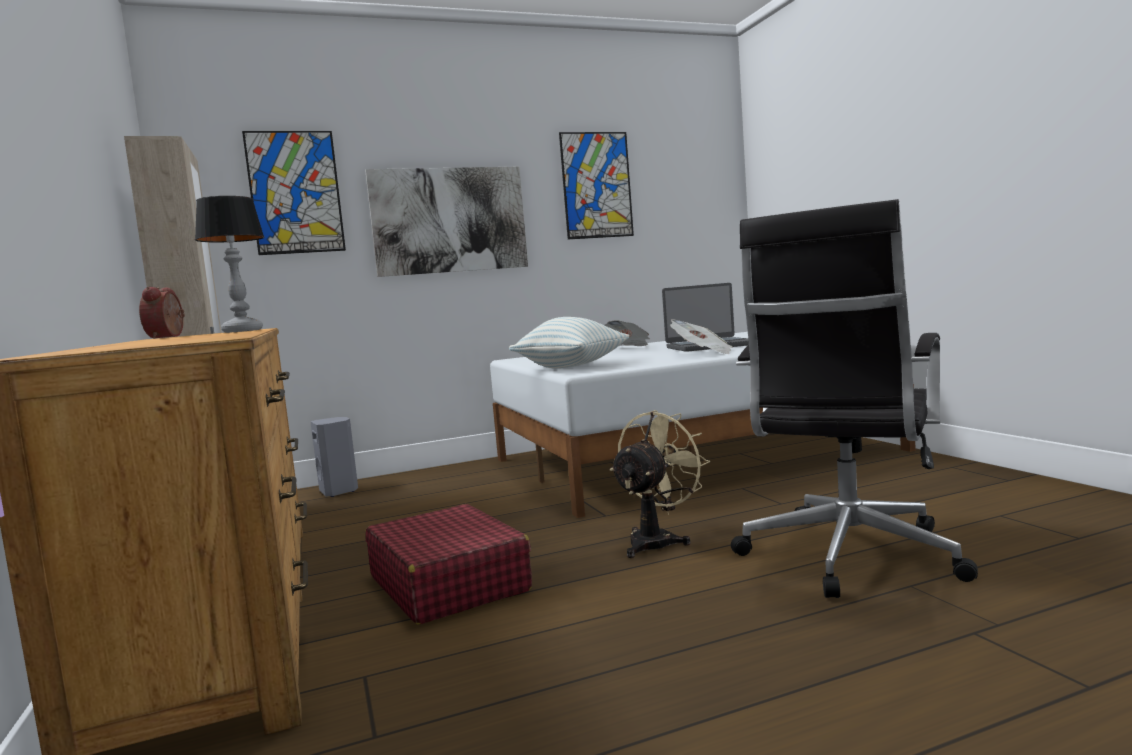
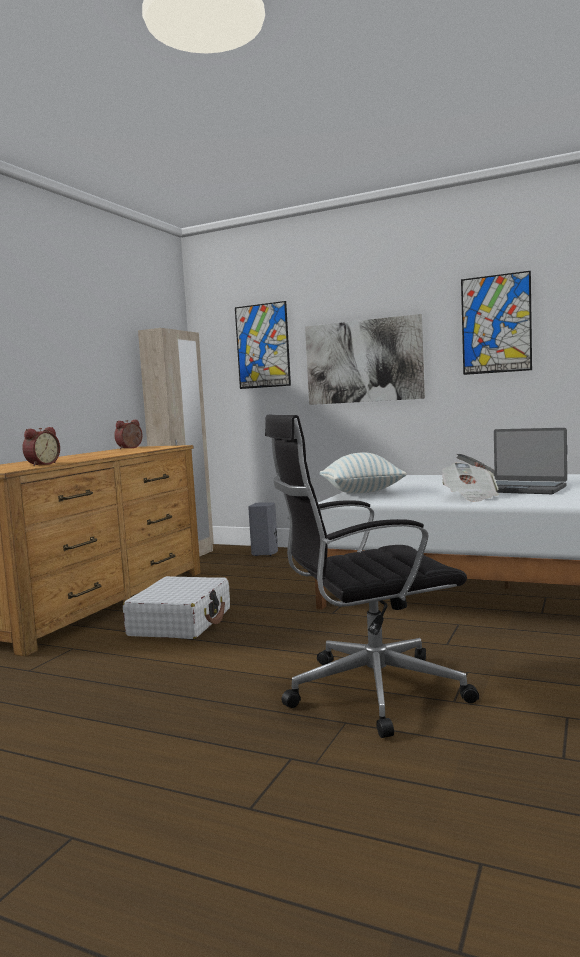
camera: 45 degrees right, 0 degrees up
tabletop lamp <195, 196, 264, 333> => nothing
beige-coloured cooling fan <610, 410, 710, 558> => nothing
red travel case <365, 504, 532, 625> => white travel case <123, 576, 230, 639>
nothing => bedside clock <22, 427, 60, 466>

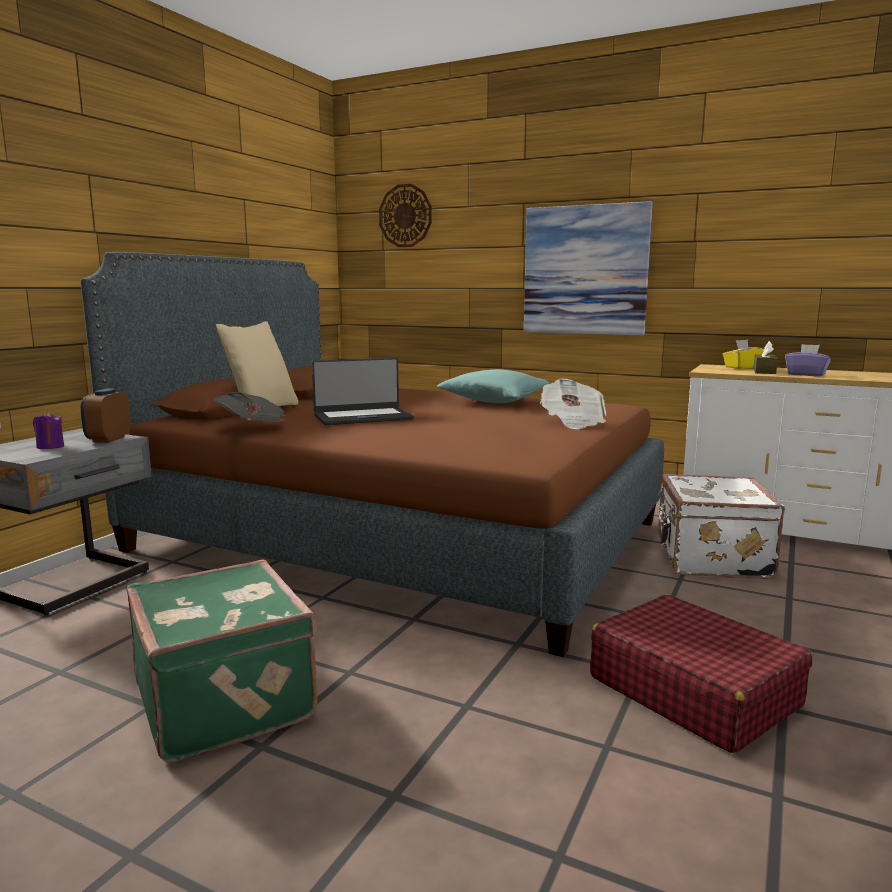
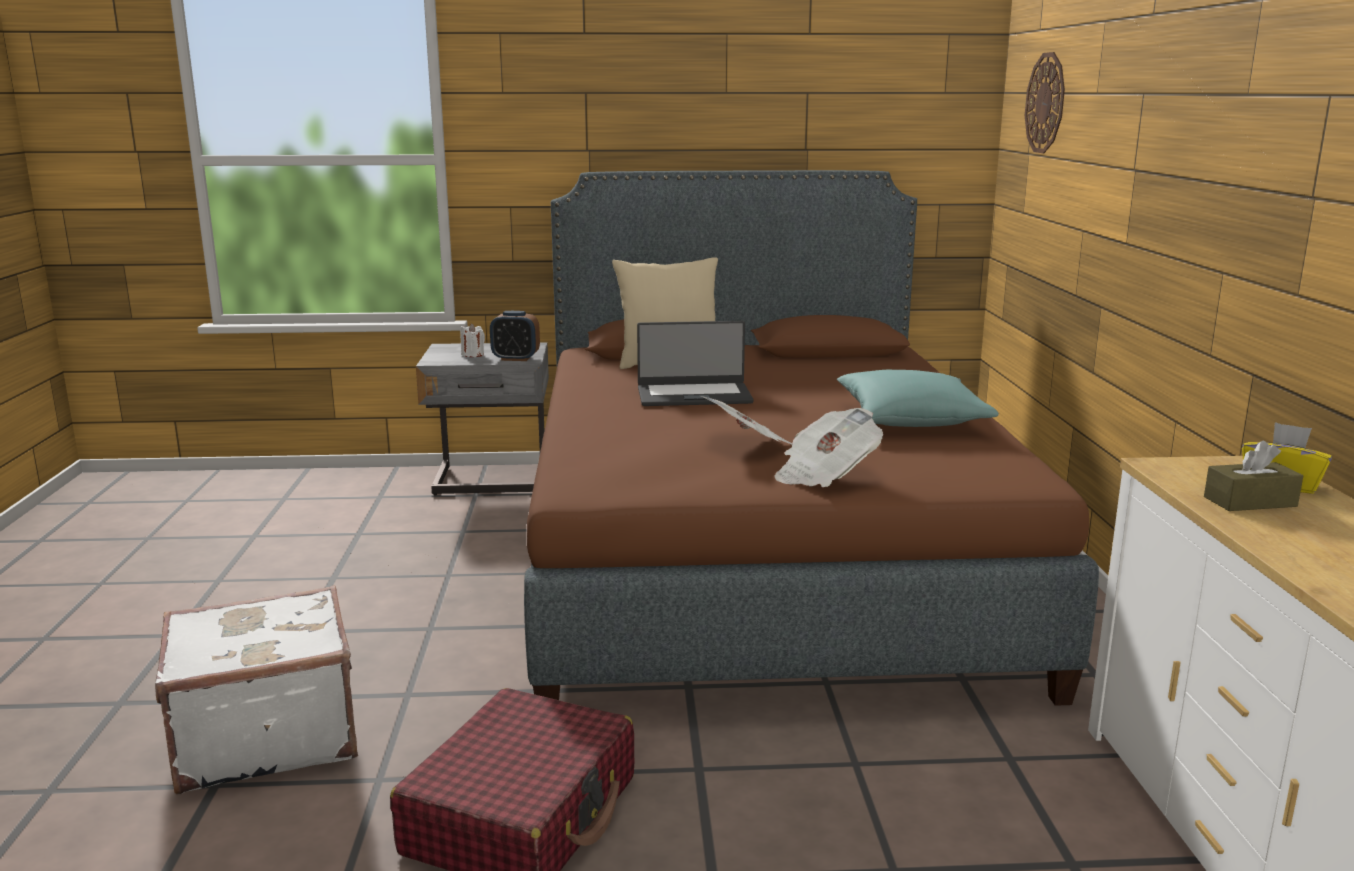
camera: 60 degrees right, 5 degrees up
wall picture <524, 201, 653, 335> => nothing
purple tissue box <785, 344, 831, 376> => nothing
laptop <312, 358, 414, 425> => laptop <637, 321, 754, 406>, 45 degrees counterclockwise
bedside clock <80, 388, 131, 443> => bedside clock <490, 311, 540, 361>, 150 degrees counterclockwise
daily paper <213, 392, 286, 422> => daily paper <701, 396, 793, 445>, move
purple wax light <33, 411, 64, 449> => white wax light <460, 323, 485, 357>
white travel case <658, 474, 785, 579> => white travel case <155, 585, 358, 795>, move
green-coloured travel case <127, 559, 318, 763> => nothing

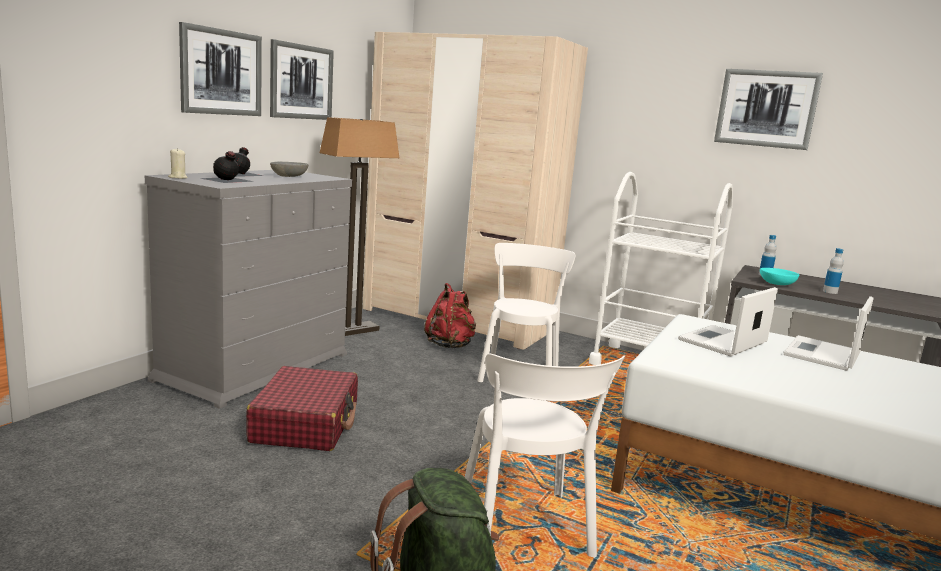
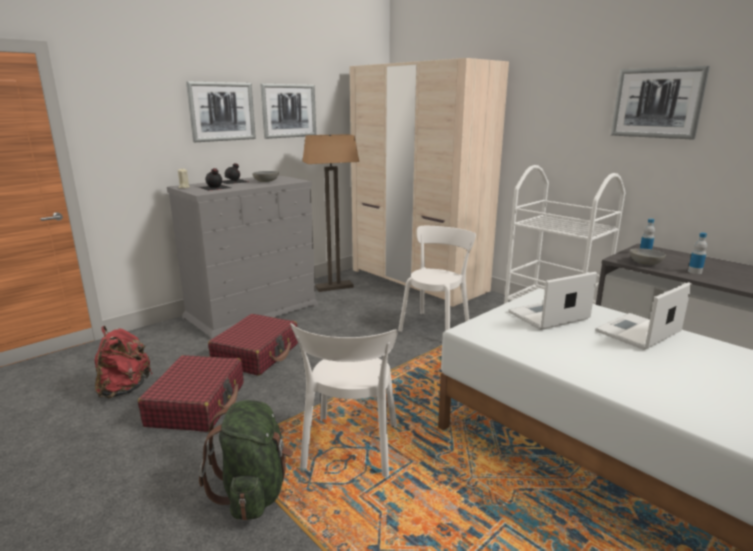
camera: 20 degrees right, 5 degrees up
turquoise-coloured bowl <760, 268, 799, 285> => greyish bowl <630, 248, 666, 265>
red rucksack <424, 283, 476, 348> => red rucksack <94, 326, 153, 398>, move
nothing => red travel case <138, 355, 243, 432>

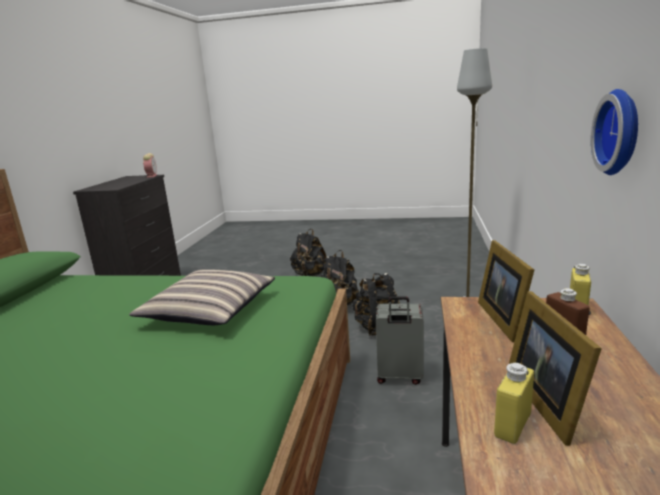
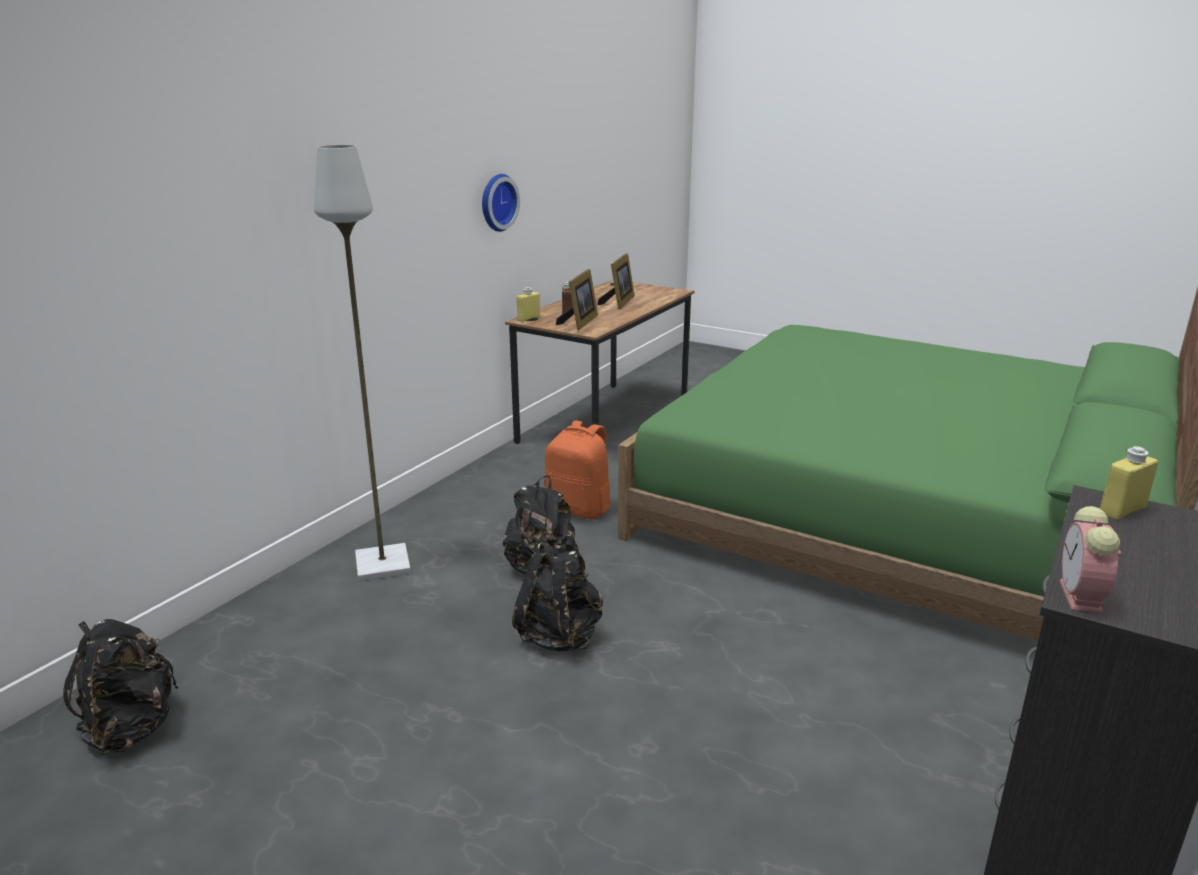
camera: 160 degrees left, 5 degrees up
blackish rucksack <290, 229, 327, 276> => blackish rucksack <63, 619, 178, 755>, move
pillow <129, 269, 275, 325> => nothing
greyish travel case <376, 296, 424, 385> => orangey rucksack <544, 420, 611, 519>
yellowish drink bottle <494, 363, 534, 444> => yellowish drink bottle <1100, 446, 1158, 520>, move

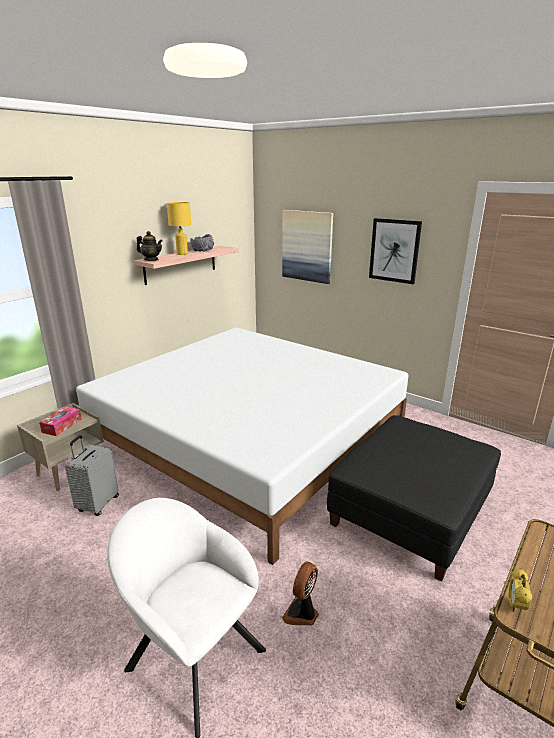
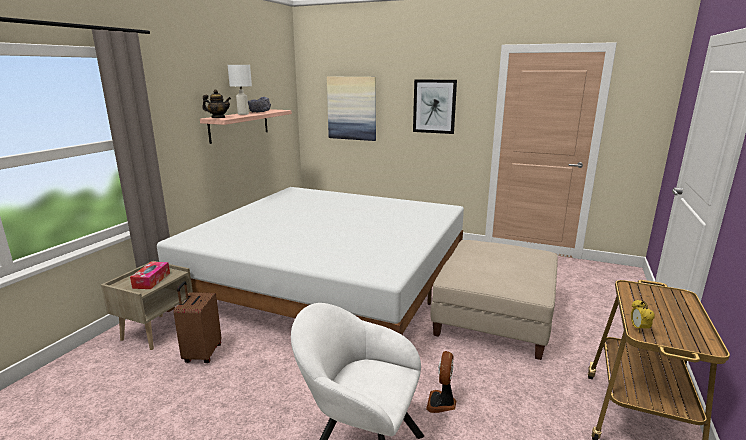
camera: 15 degrees left, 5 degrees down
yellowish tabletop lamp <167, 202, 191, 255> => white tabletop lamp <228, 65, 252, 115>
blackish pouffe <327, 415, 501, 582> => beige-coloured pouffe <430, 240, 558, 360>
greyish travel case <65, 435, 119, 516> => brown-coloured travel case <174, 281, 221, 363>

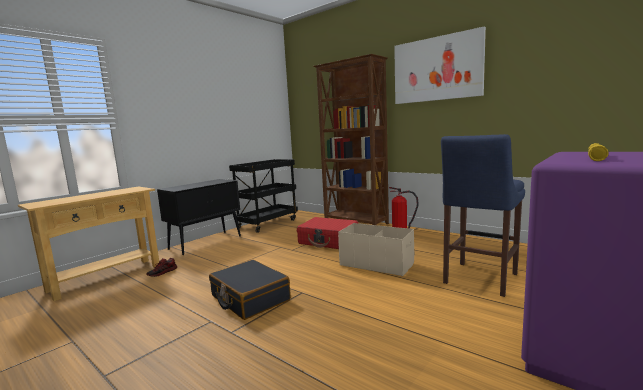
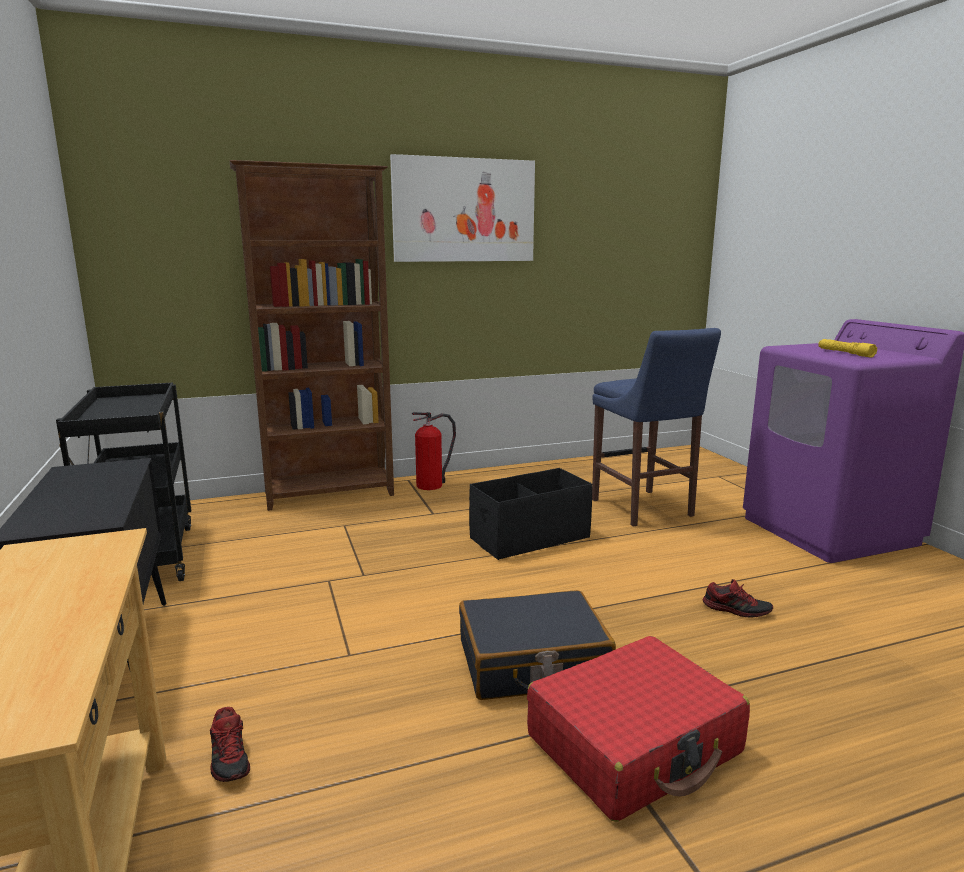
camera: 60 degrees left, 5 degrees up
red travel case <297, 217, 358, 249> => red travel case <527, 636, 750, 822>, move
beige-coloured storage box <338, 223, 414, 276> => blackish storage box <469, 468, 592, 560>
nothing => item of footwear <703, 579, 773, 618>

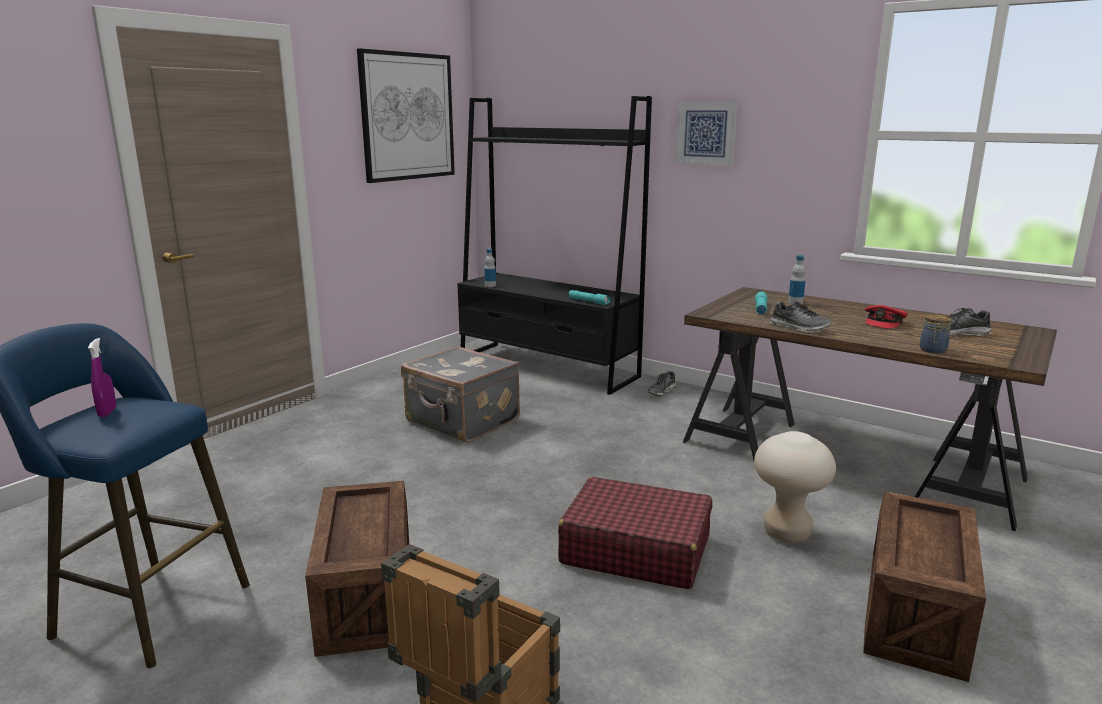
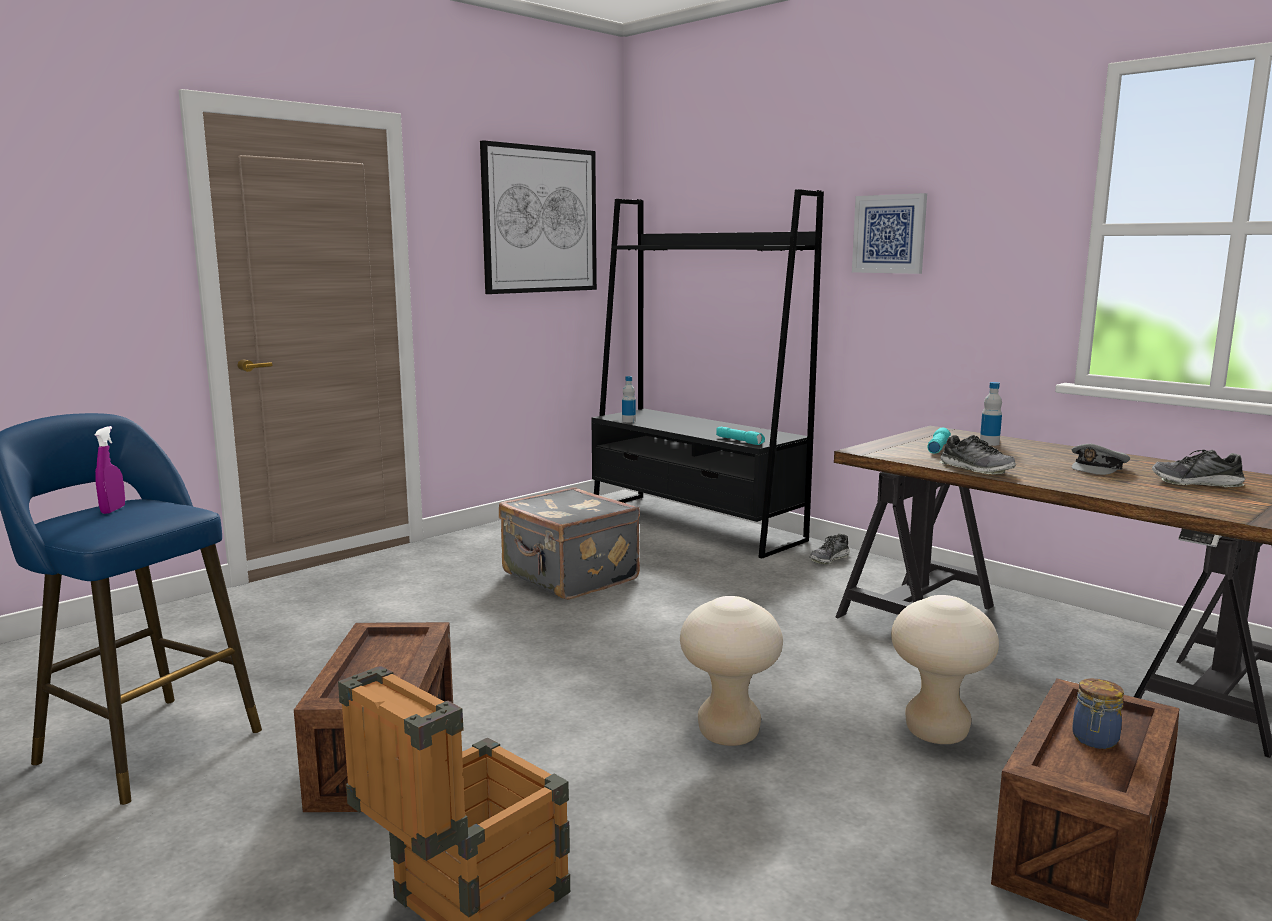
camera: 10 degrees right, 5 degrees down
red peaked cap <865, 305, 908, 329> => greyish peaked cap <1071, 444, 1130, 475>
storage jar <920, 314, 952, 354> => storage jar <1072, 678, 1124, 749>, move
red travel case <558, 477, 712, 589> => beige-coloured stool seat <680, 596, 783, 746>

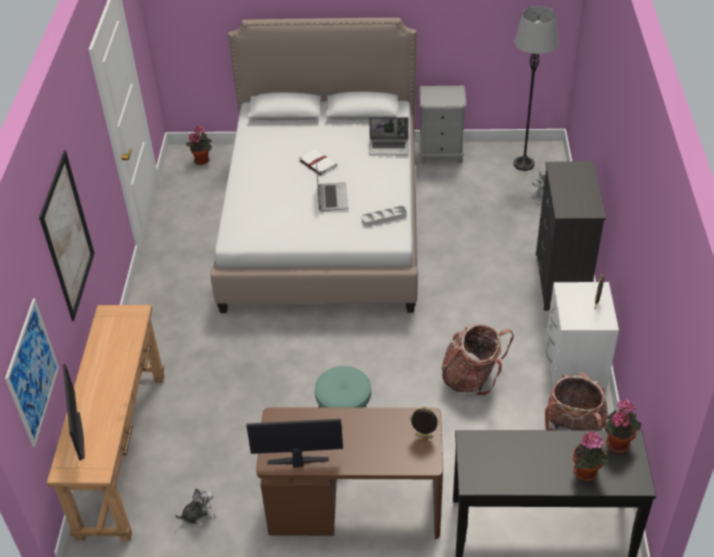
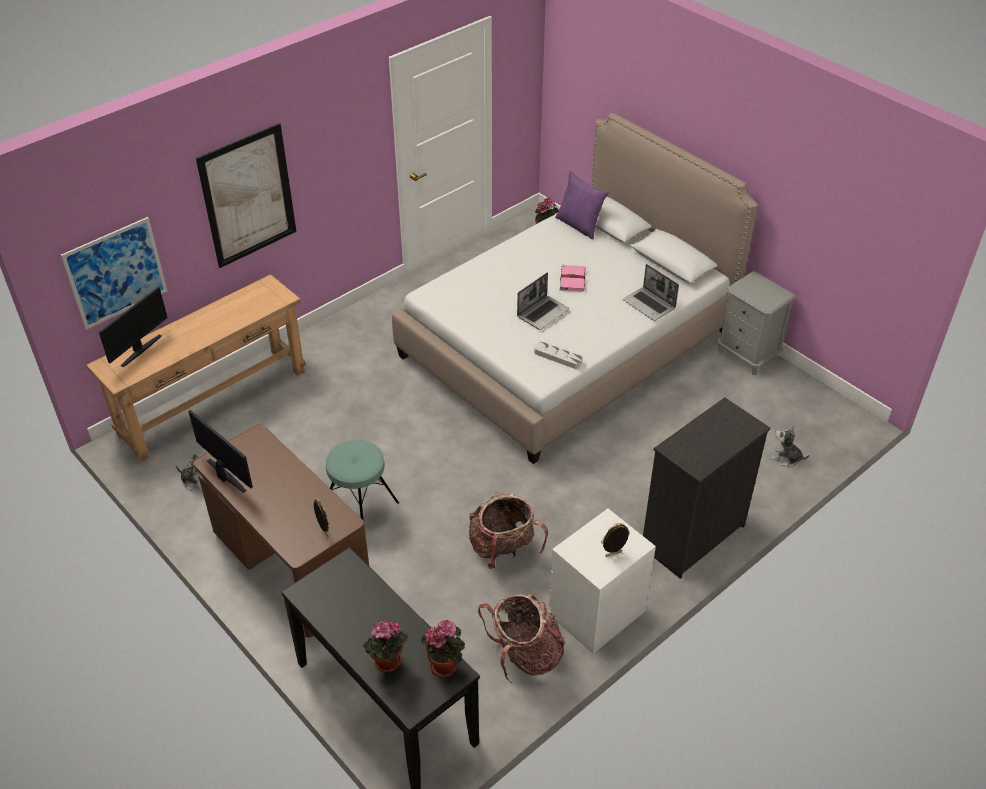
camera: 45 degrees right, 0 degrees up
greyish standing lamp <513, 6, 558, 171> => nothing
white volume <299, 149, 337, 176> => pink volume <560, 265, 586, 292>
nothing => purple pillow <555, 171, 609, 239>

